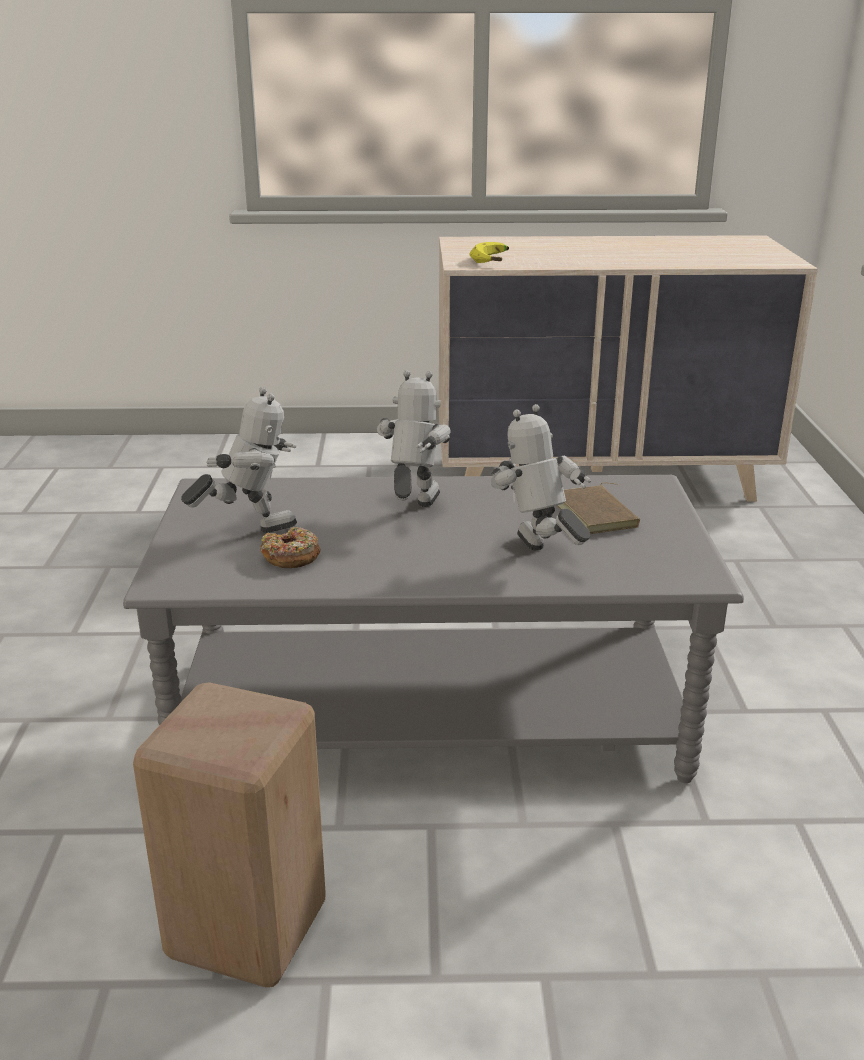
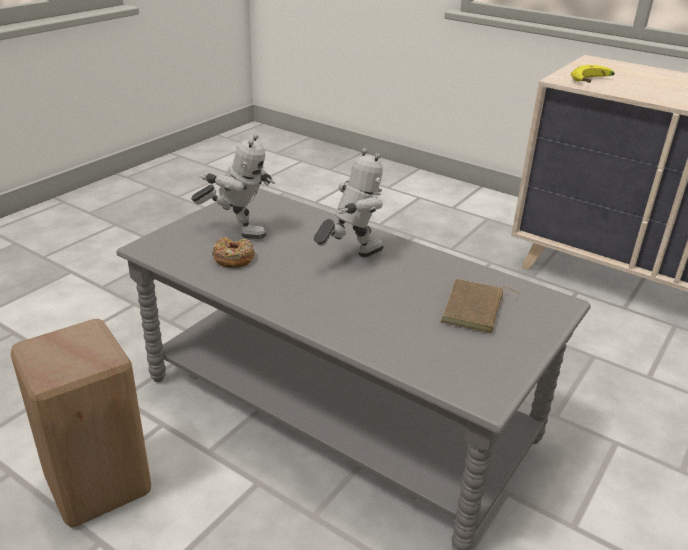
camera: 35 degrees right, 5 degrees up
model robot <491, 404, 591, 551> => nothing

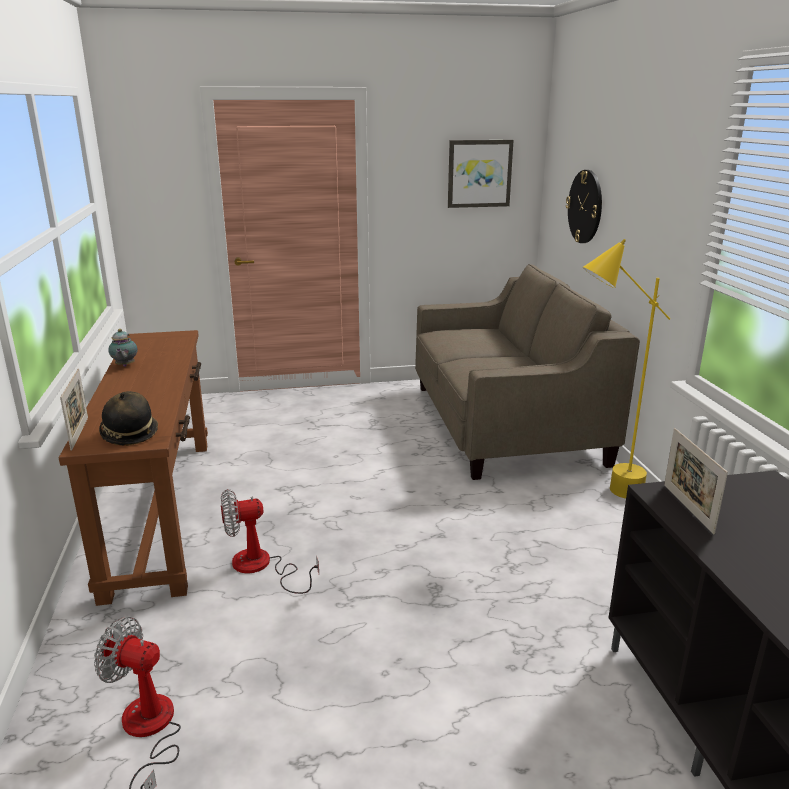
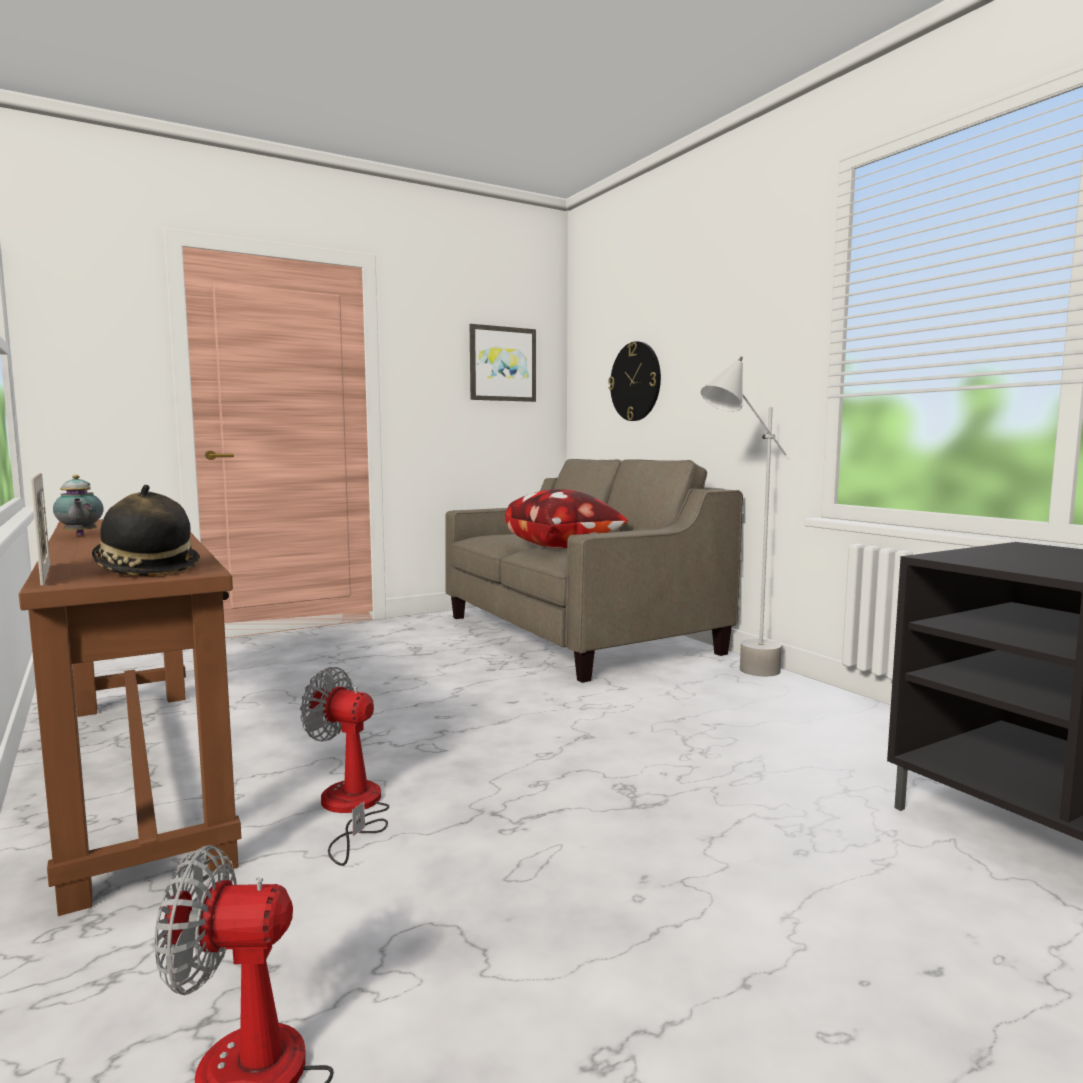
camera: 20 degrees left, 15 degrees down
yellowish standing lamp <583, 239, 670, 498> => greyish standing lamp <701, 357, 786, 676>
picture frame <664, 428, 728, 535> => nothing
cooling fan <221, 489, 319, 594> => cooling fan <300, 667, 389, 866>, 60 degrees clockwise
nothing => pillow <505, 489, 628, 549>

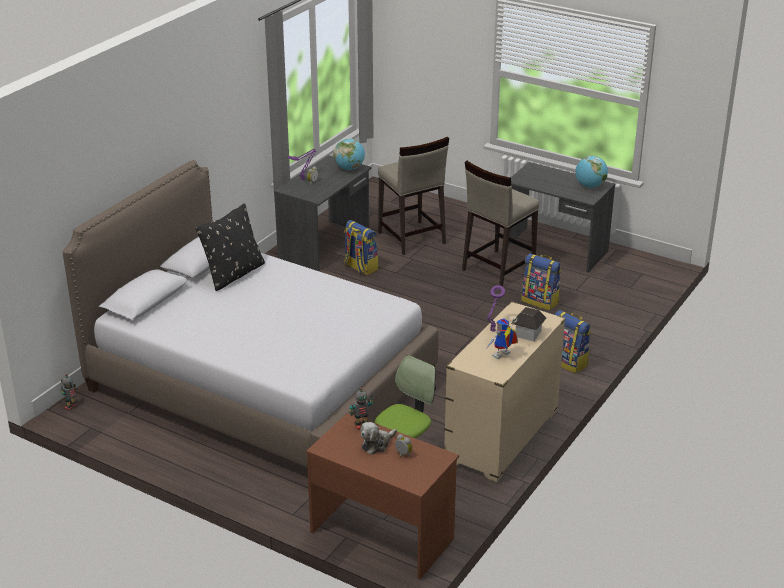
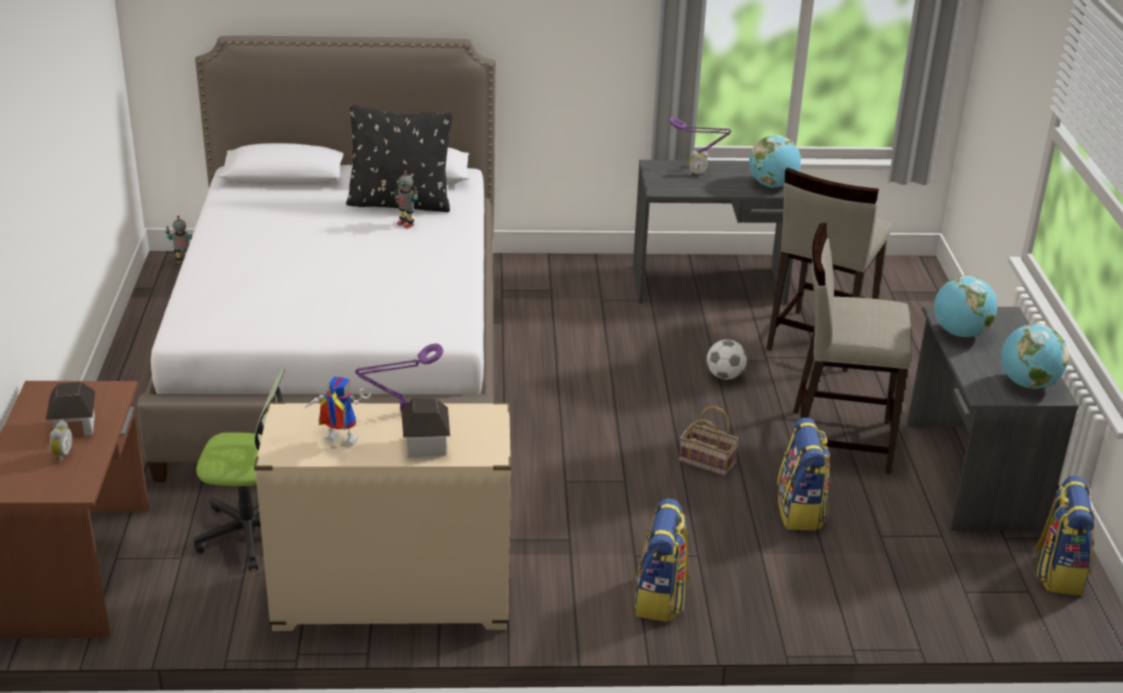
camera: 55 degrees right, 0 degrees up
rucksack <344, 220, 378, 275> => rucksack <1034, 476, 1094, 595>, move
model robot <349, 388, 373, 430> => model robot <394, 170, 418, 229>, move
plush toy <360, 422, 397, 455> => miniature house <45, 382, 95, 436>
nothing => desk globe <934, 276, 997, 337>
nothing => football ball <707, 339, 747, 379>
nothing => household basket <679, 406, 739, 477>

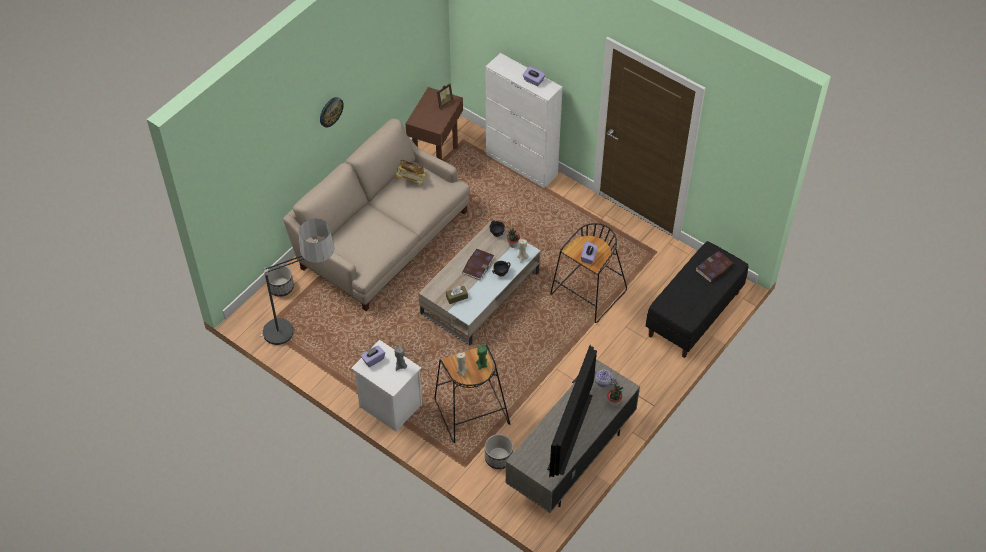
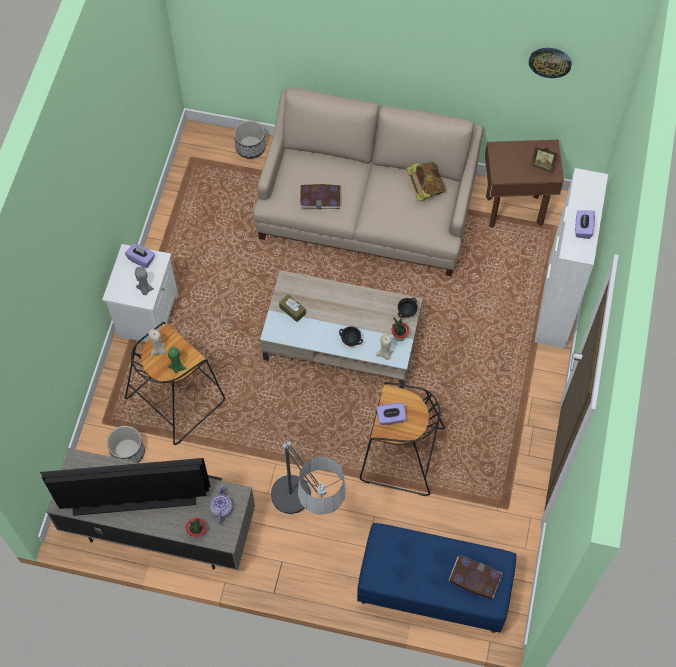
camera: 65 degrees right, 10 degrees up
clock on the wall <320, 97, 344, 128> => clock on the wall <529, 48, 572, 78>, move
standing lamp <260, 218, 334, 345> => standing lamp <271, 440, 346, 515>, move
blackish long seat <646, 241, 748, 358> => bluish long seat <357, 523, 516, 633>
volume <462, 249, 495, 280> => volume <300, 184, 342, 209>, move

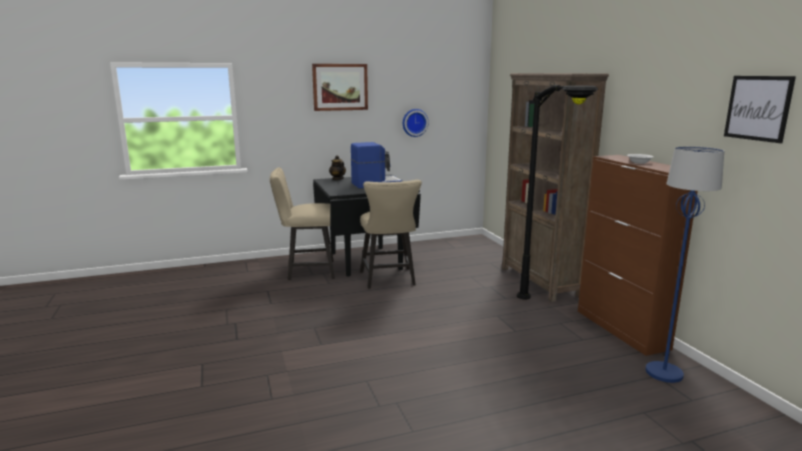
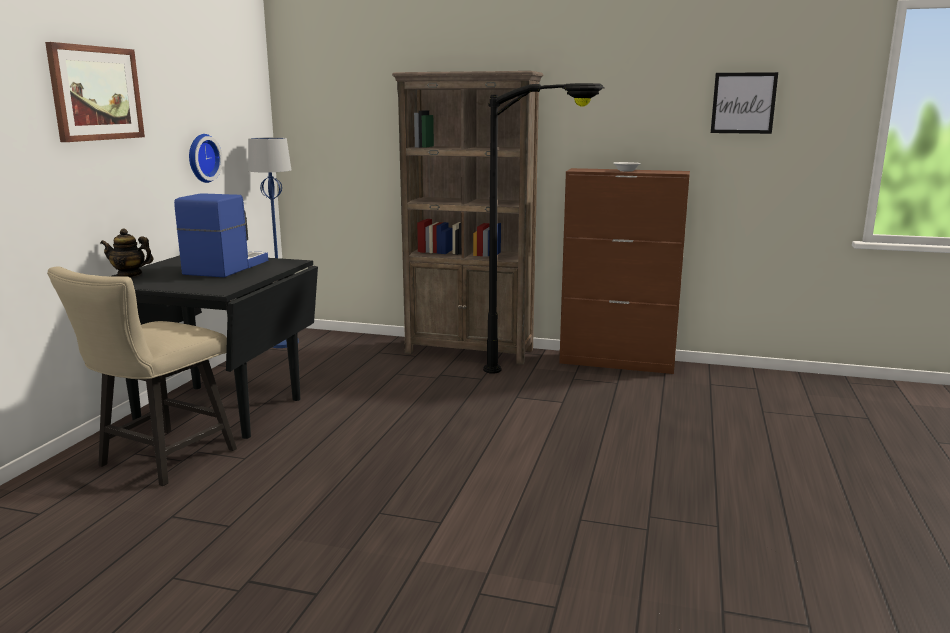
camera: 55 degrees left, 0 degrees up
bluish standing lamp <645, 146, 724, 383> => bluish standing lamp <248, 137, 299, 348>, move
beige-coloured upright chair <360, 180, 422, 289> => nothing

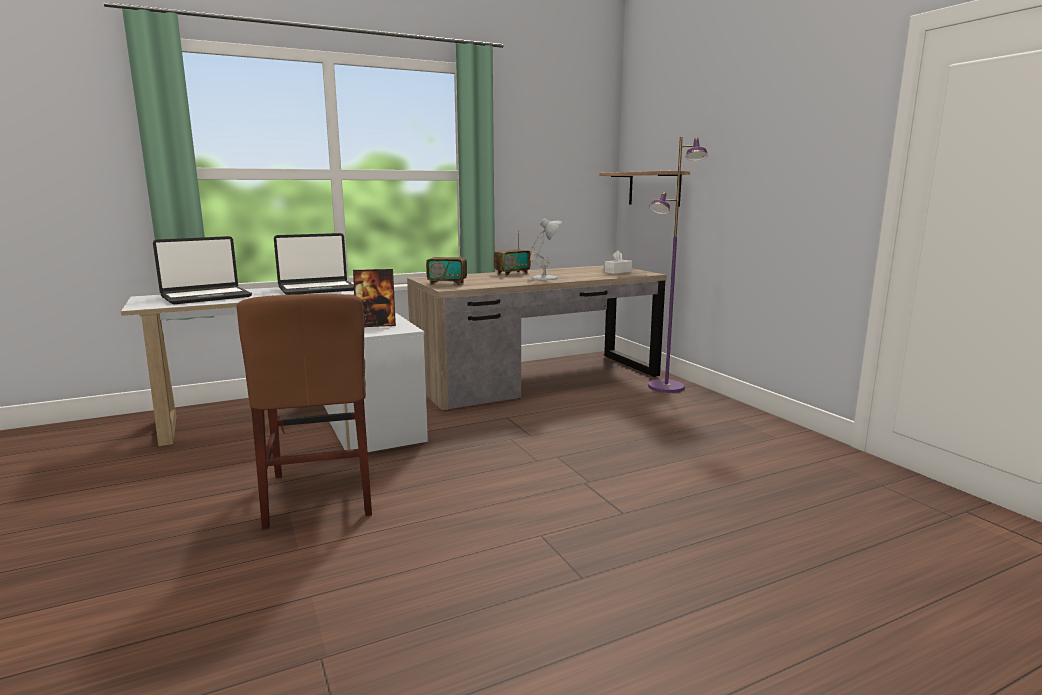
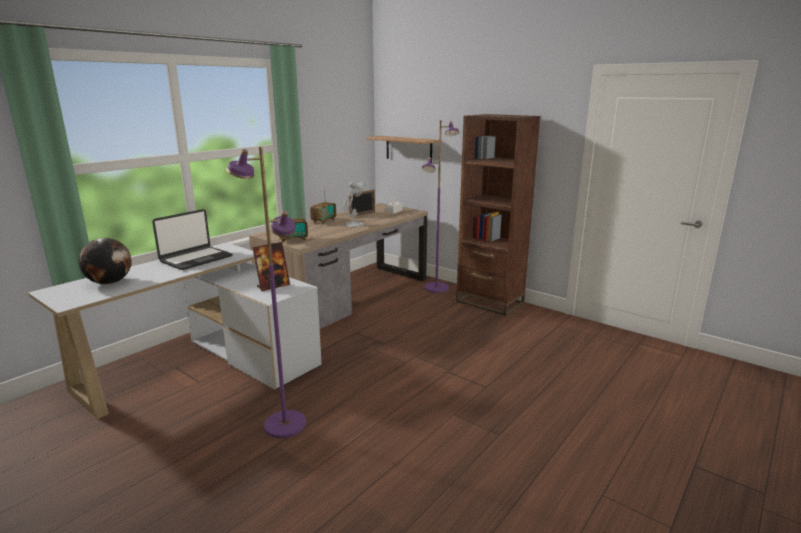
camera: 25 degrees left, 5 degrees up
laptop <153, 236, 252, 304> => desk globe <78, 238, 131, 284>
brown-coloured upright chair <237, 294, 372, 529> => purple standing lamp <226, 147, 306, 438>
nothing => brown-coloured shelving unit <456, 114, 541, 316>
nothing => picture frame <349, 190, 375, 216>

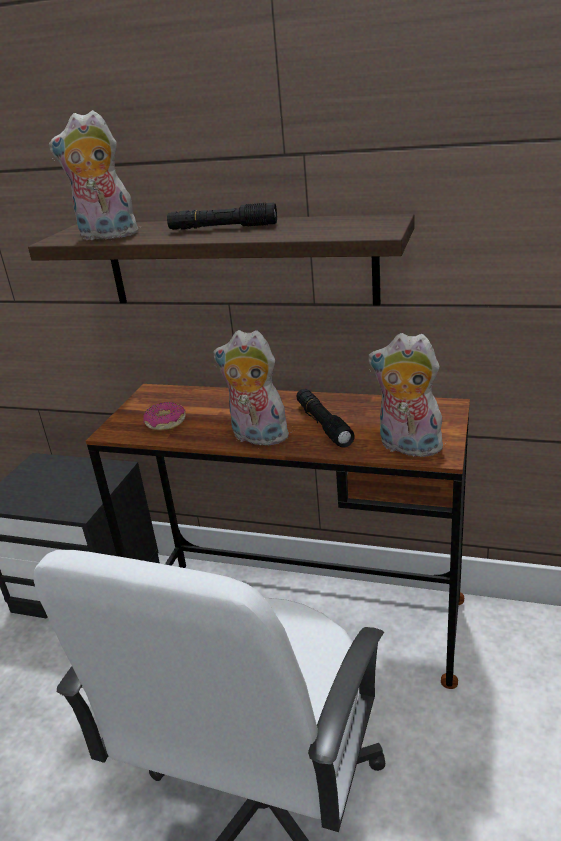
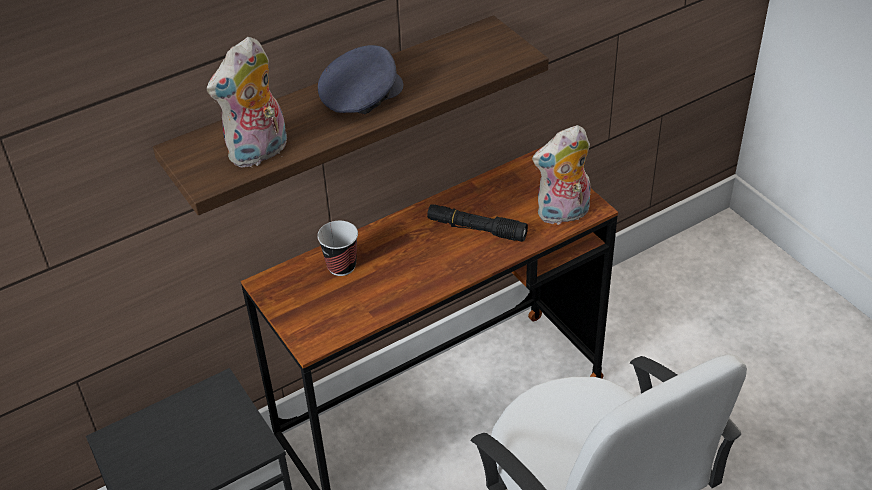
camera: 50 degrees left, 15 degrees up
blackish flashlight <167, 203, 277, 230> => greyish peaked cap <318, 45, 403, 115>
plush toy <213, 330, 289, 446> => nothing
ring doughnut <143, 402, 186, 430> => nothing
nothing => drinking cup <317, 221, 358, 276>

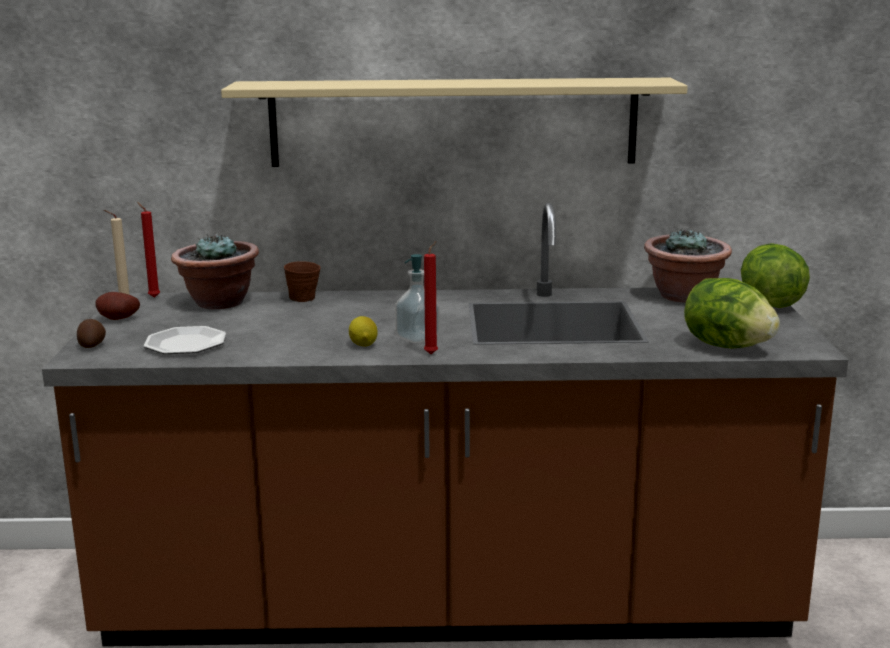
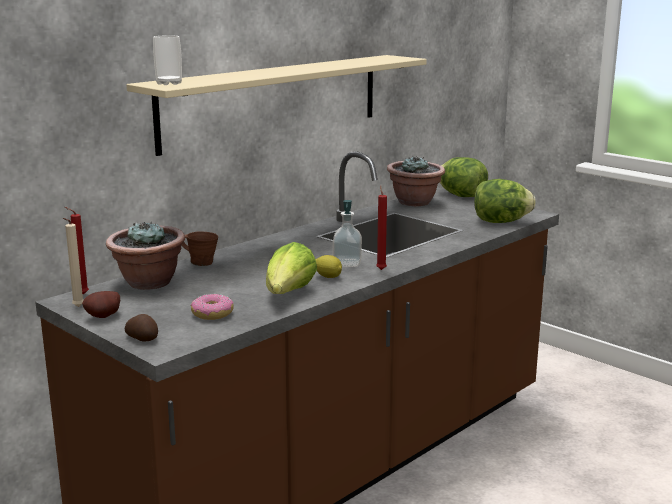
camera: 45 degrees left, 0 degrees up
flat dish <143, 326, 226, 354> => ring doughnut <191, 294, 233, 320>
nothing => drinking cup <153, 35, 182, 85>
nothing => lettuce <266, 242, 317, 294>

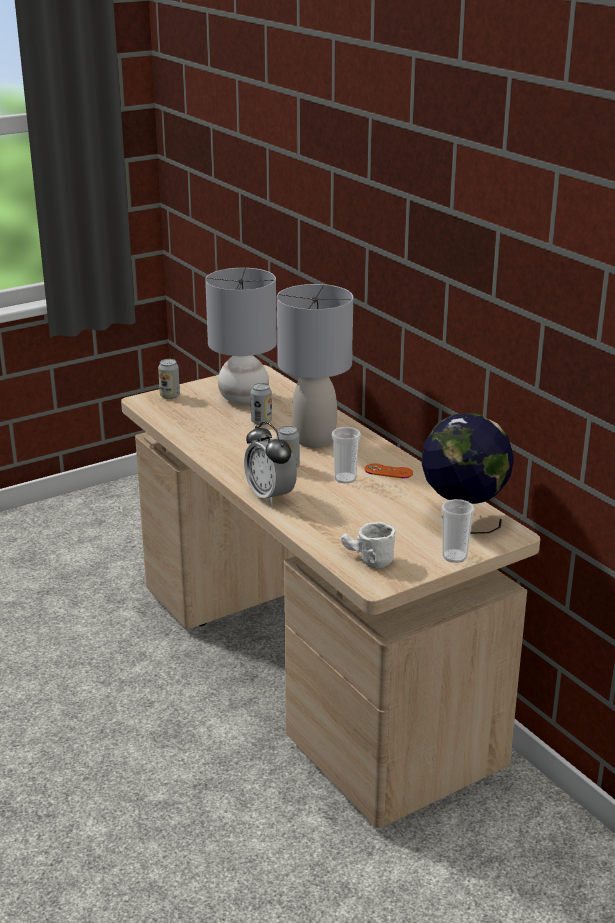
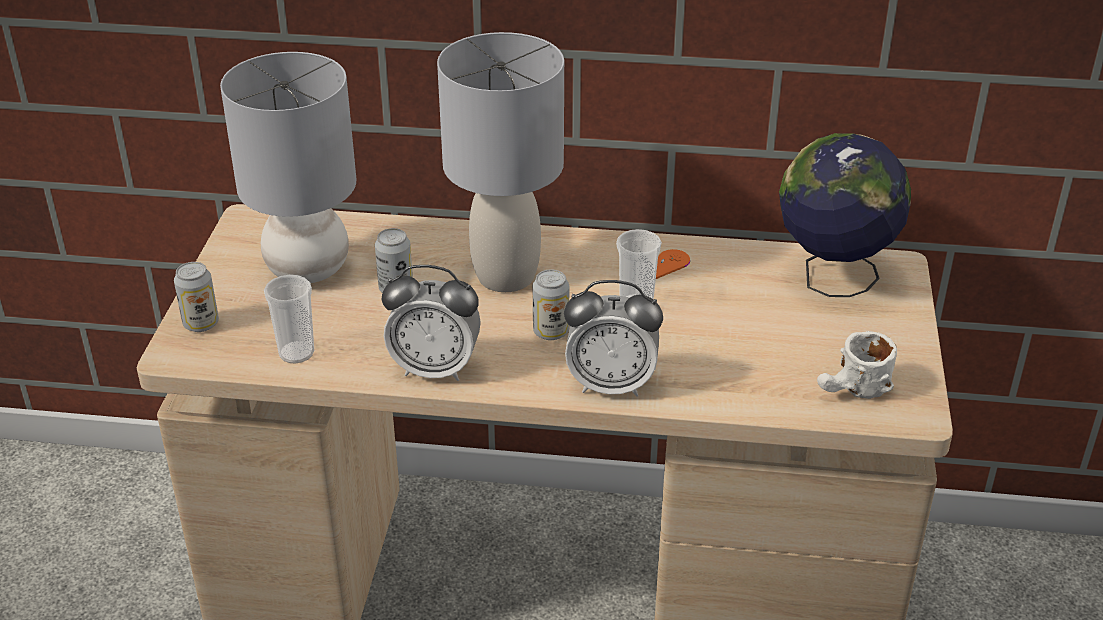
camera: 50 degrees left, 10 degrees up
drinking cup <442, 499, 474, 563> => drinking cup <264, 275, 314, 364>, move
nothing => bedside clock <382, 265, 481, 381>

